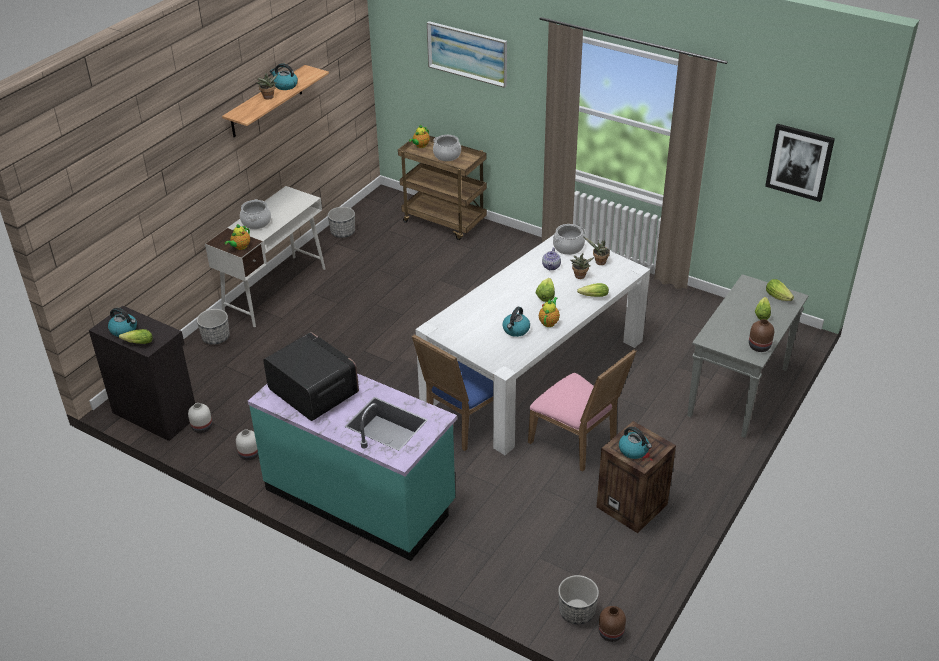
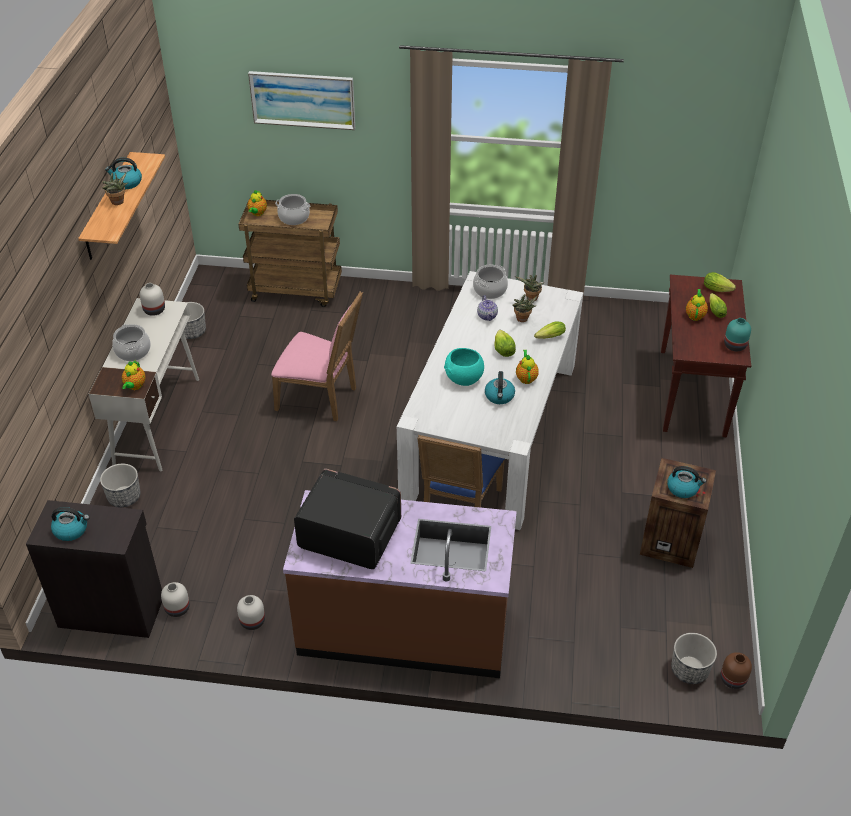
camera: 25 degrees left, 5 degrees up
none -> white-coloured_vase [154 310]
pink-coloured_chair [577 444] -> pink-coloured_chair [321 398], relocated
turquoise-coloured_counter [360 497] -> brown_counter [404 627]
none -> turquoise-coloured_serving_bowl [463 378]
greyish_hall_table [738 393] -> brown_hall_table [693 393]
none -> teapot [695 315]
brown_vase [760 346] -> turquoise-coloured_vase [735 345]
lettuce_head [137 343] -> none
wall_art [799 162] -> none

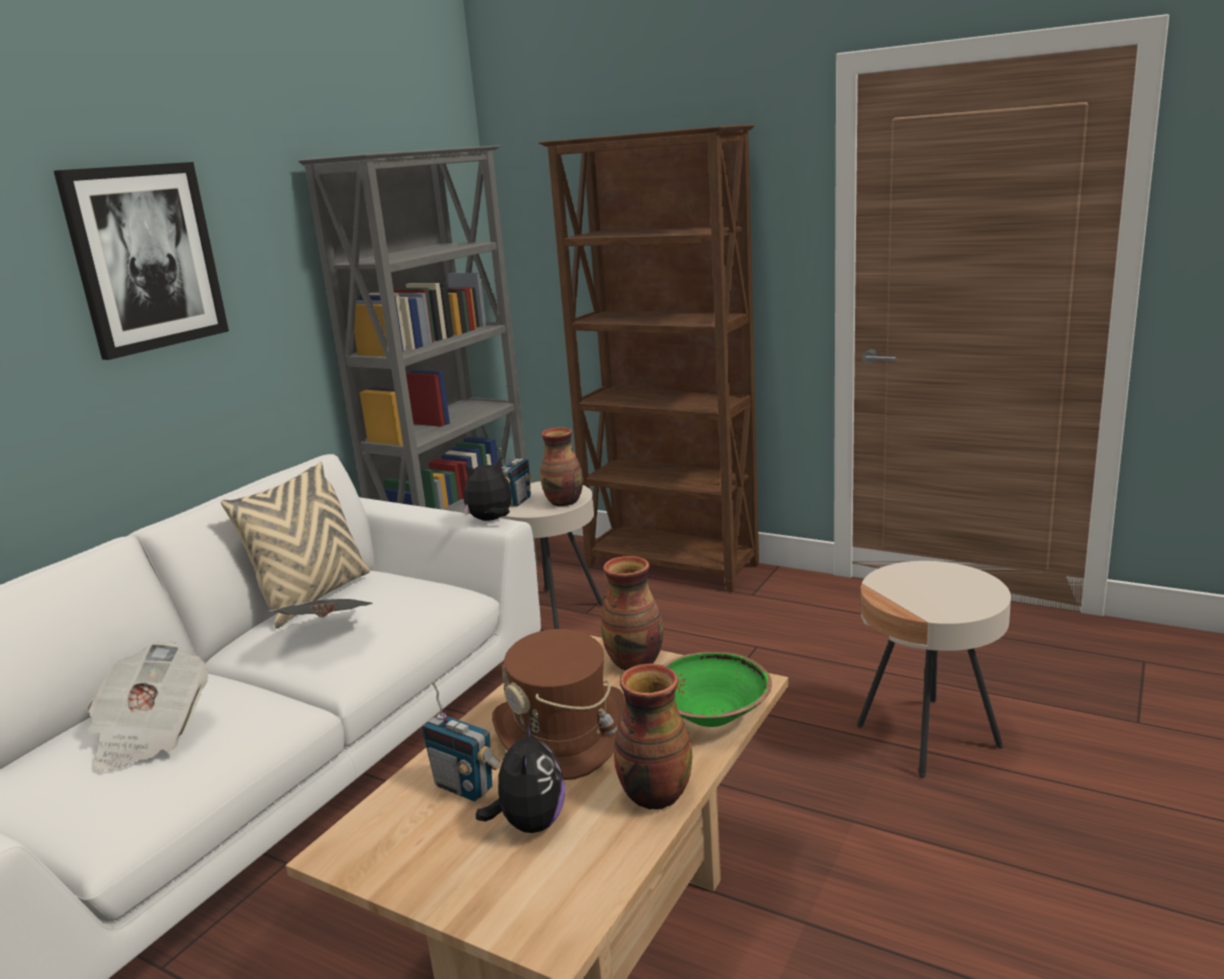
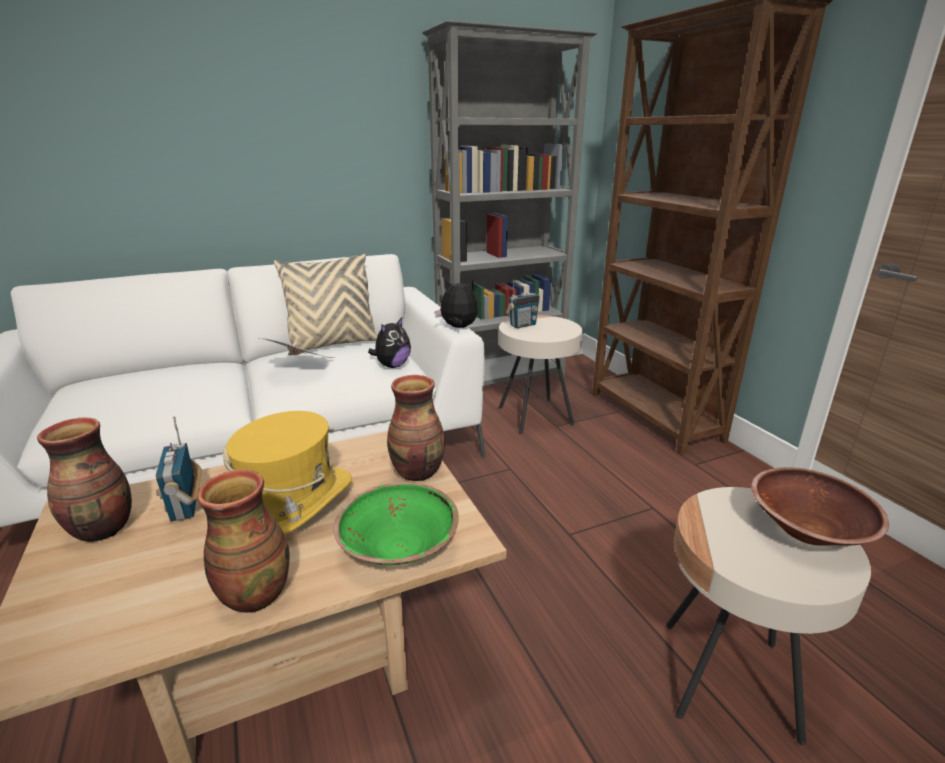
camera: 35 degrees right, 5 degrees up
vase [565 502] -> vase [103 529], relocated
brown_hat [563 734] -> yellow_hat [290 502]
plush_toy [530 823] -> plush_toy [392 365], relocated
none -> brown_serving_bowl [807 530]
wall_art [145 258] -> none
newspaper [150 733] -> none

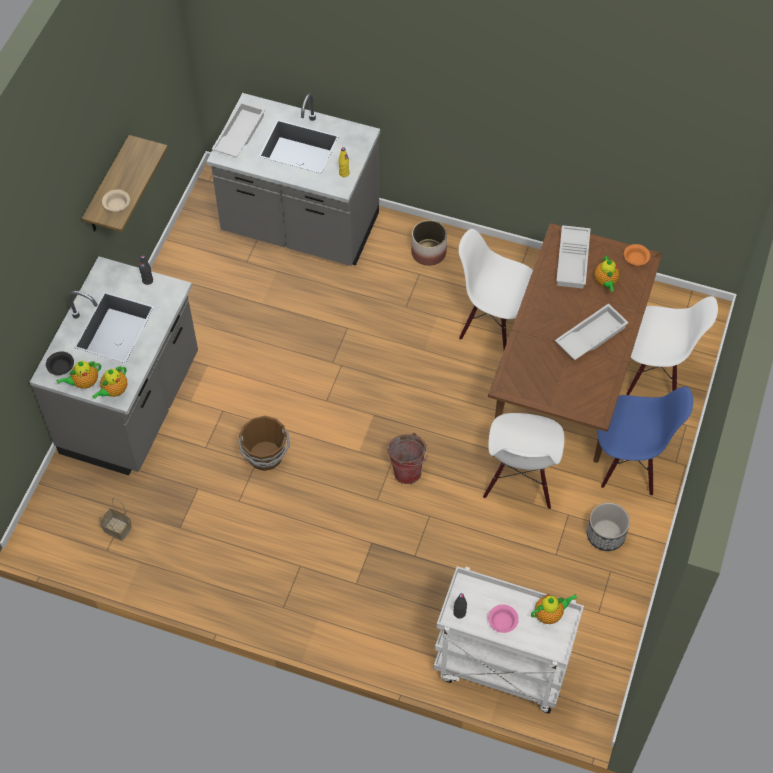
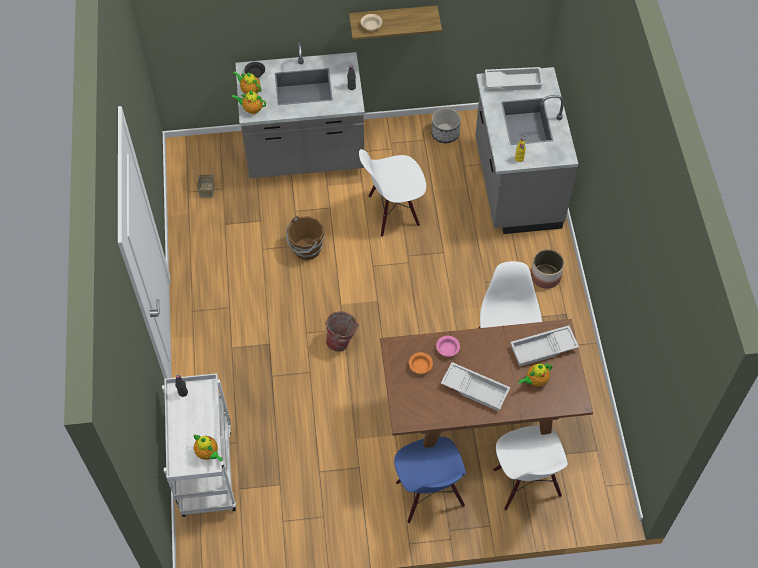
camera: 65 degrees right, 0 degrees up
white-coloured_chair [520 481] -> white-coloured_chair [393 212], relocated
orange-coloured_serving_bowl [636 259] -> orange-coloured_serving_bowl [420 366], relocated
planter [605 534] -> planter [445 133], relocated
pink-coloured_serving_bowl [503 622] -> pink-coloured_serving_bowl [447 349], relocated

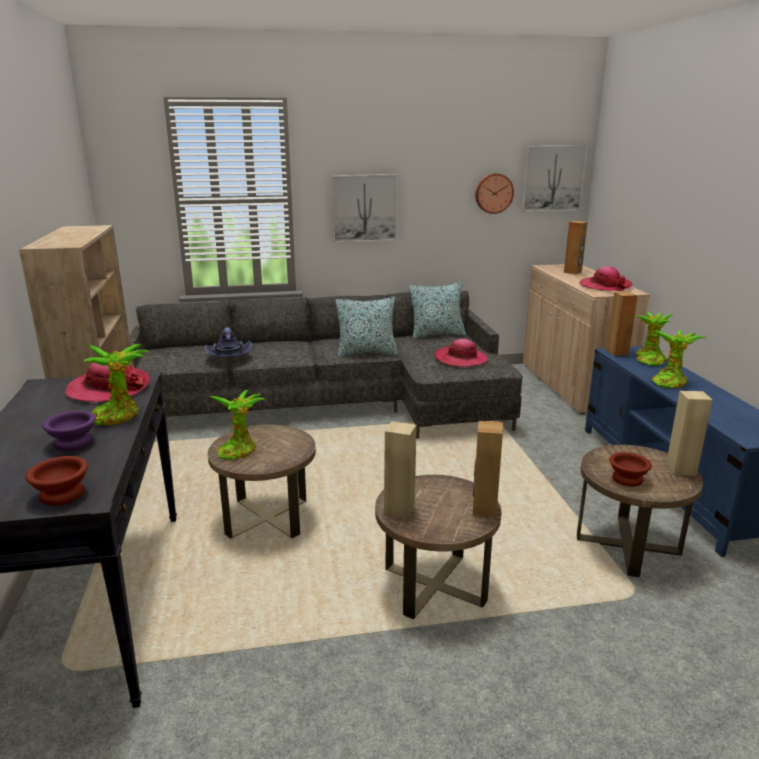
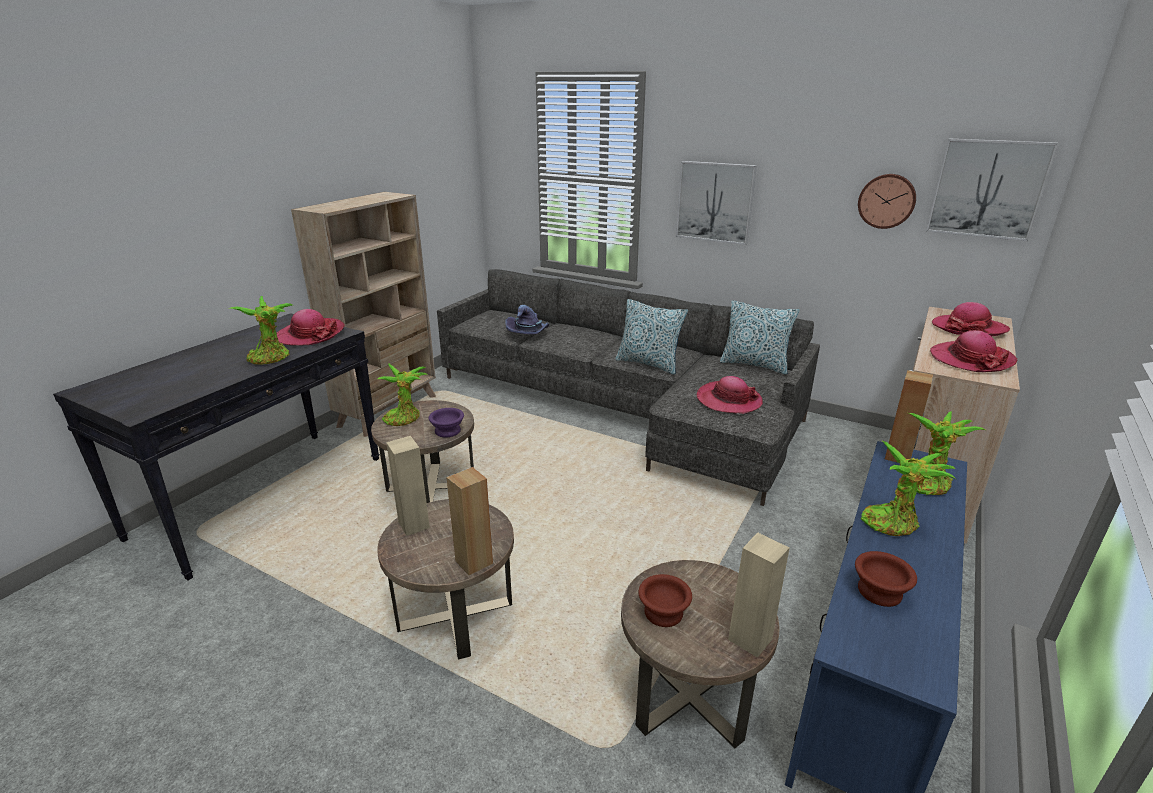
camera: 40 degrees right, 5 degrees up
purple_serving_bowl [71 443] -> purple_serving_bowl [446 431], relocated
brown_serving_bowl [63 495] -> brown_serving_bowl [881 593], relocated
brown_audio_speaker [573 272] -> hat [968 328]

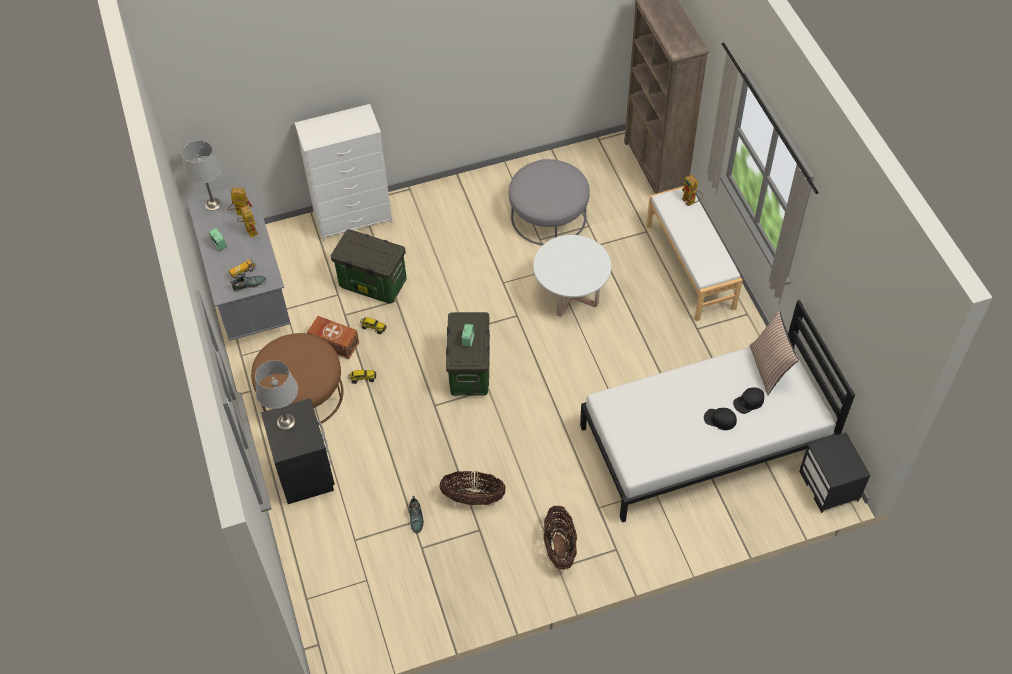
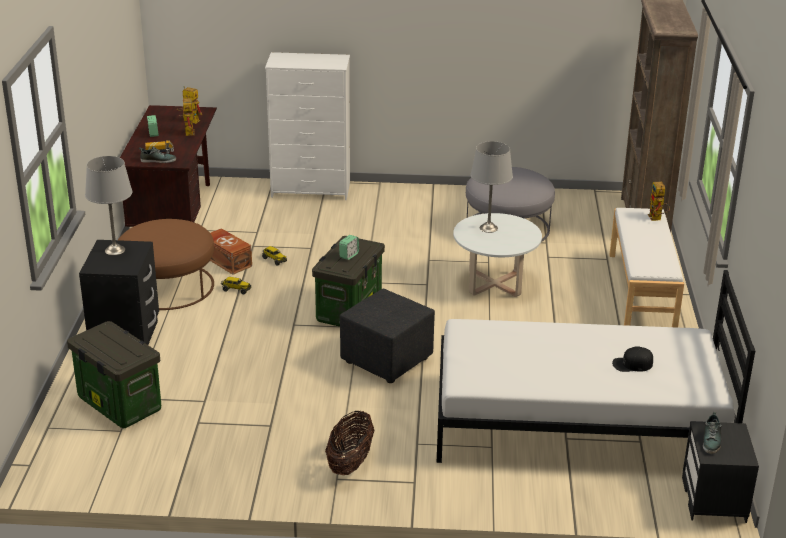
camera: 20 degrees right, 25 degrees down
storage_bin [372 284] -> storage_bin [118 404], relocated
greyish_desk_table [248 293] -> brown_desk_table [174 213]
none -> black-coloured_footrest [387 360]
greyish_lamp_for_a_table [213 204] -> greyish_lamp_for_a_table [488 228], relocated
item_of_footwear [416 517] -> item_of_footwear [711 440], relocated
storage_basket [473 497] -> none
black-coloured_baseball_cap [719 419] -> none
cushion [769 368] -> none

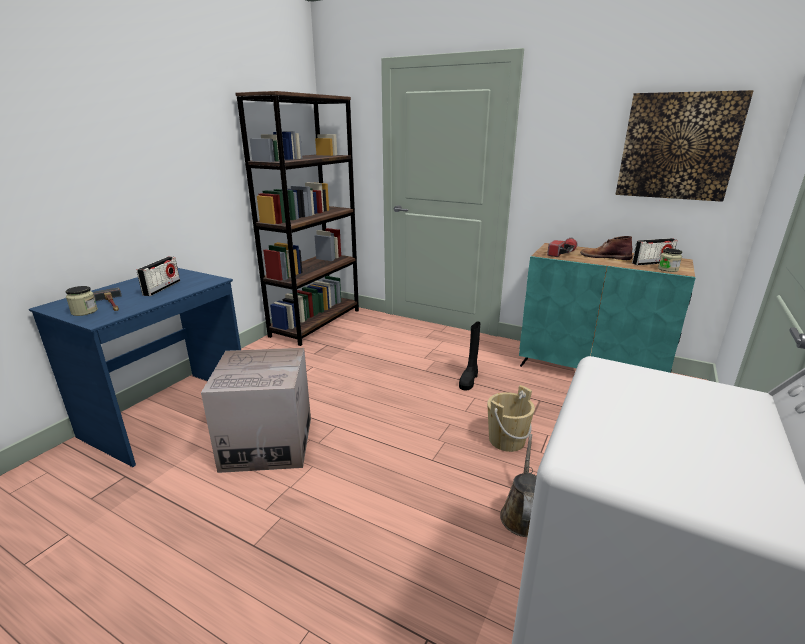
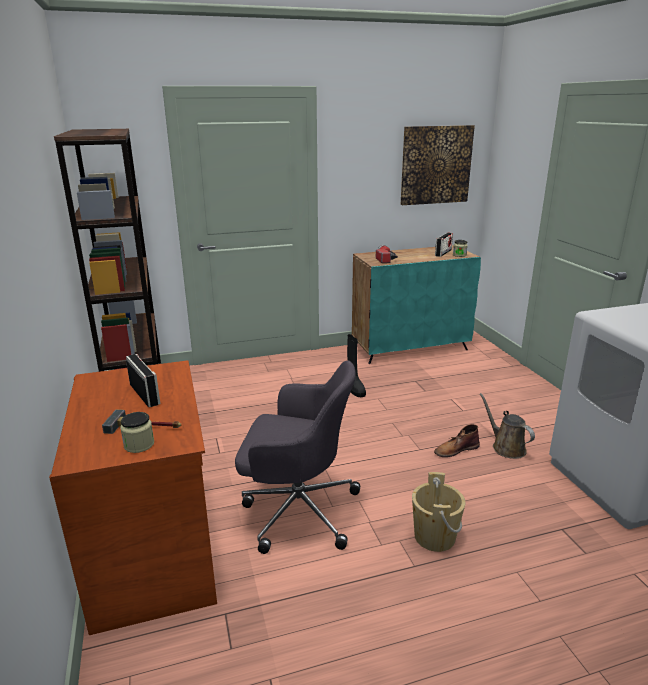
camera: 45 degrees left, 0 degrees up
blue-coloured_desk_table [169 414] -> brown_desk_table [155 550]
packing_box [268 443] -> greyish_computer_chair [297 509]
beige_water_bucket [506 440] -> beige_water_bucket [434 537], relocated
brown_tall_boot [604 257] -> brown_tall_boot [456 449], relocated

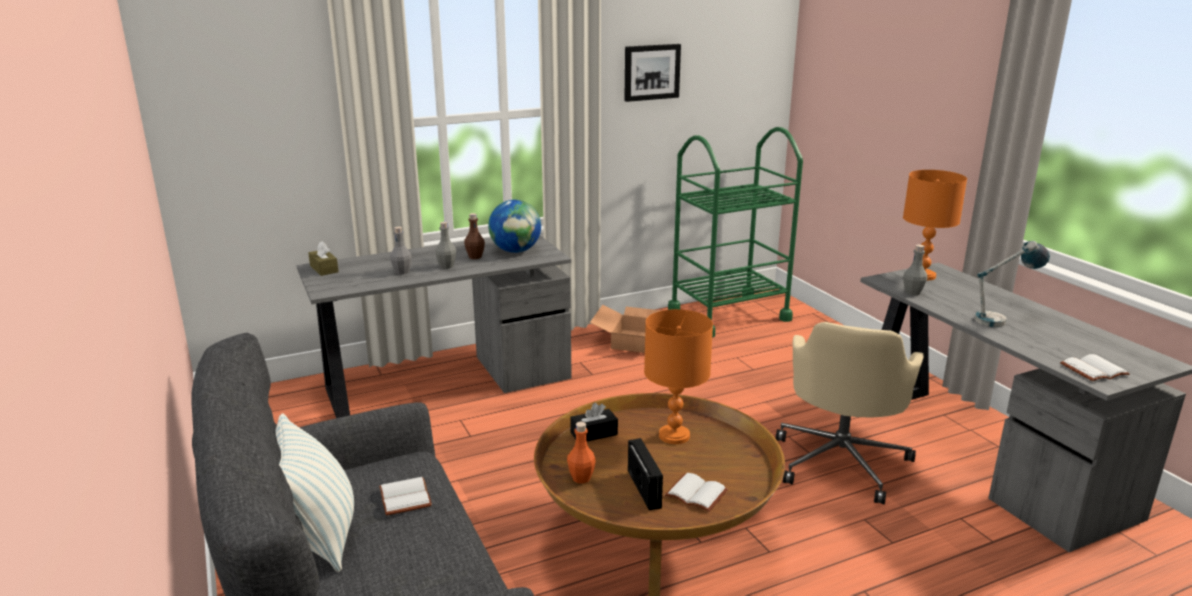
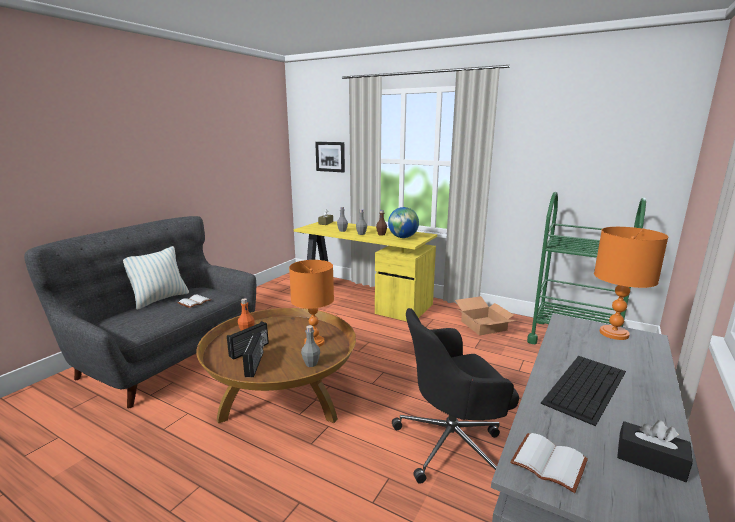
camera: 55 degrees right, 5 degrees down
white-coloured_bound_book [694 494] -> radio_set [255 364]
greyish_desk_table [444 383] -> yellow_desk_table [364 299]
greyish_beverage_bottle [912 292] -> greyish_beverage_bottle [311 364], relocated
wall_art [651 72] -> wall_art [330 156], relocated
beige_computer_chair [841 461] -> black-coloured_computer_chair [452 444]
lamp_for_a_table [1001 320] -> computer_keyboard [585 386]
black-coloured_tissue_holder [594 433] -> black-coloured_tissue_holder [650 460], relocated

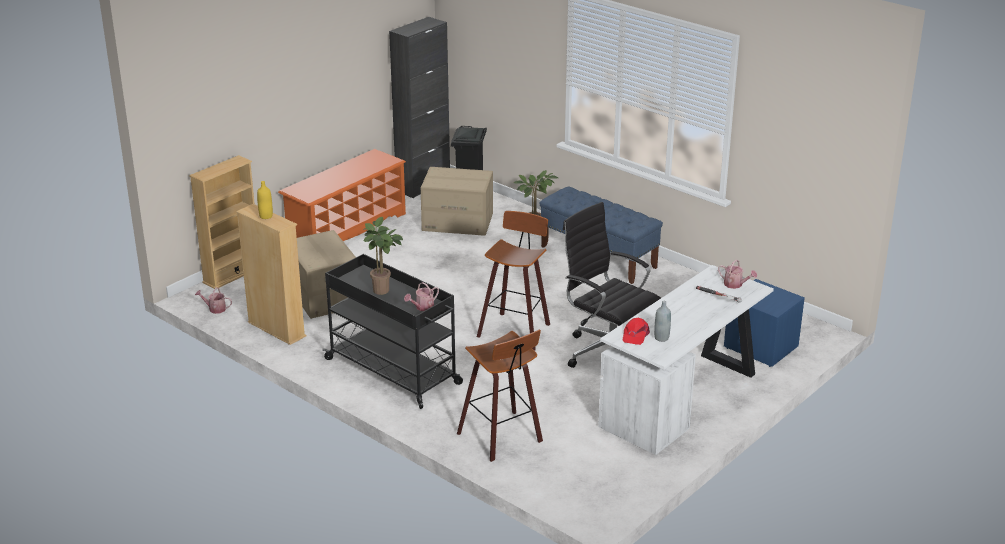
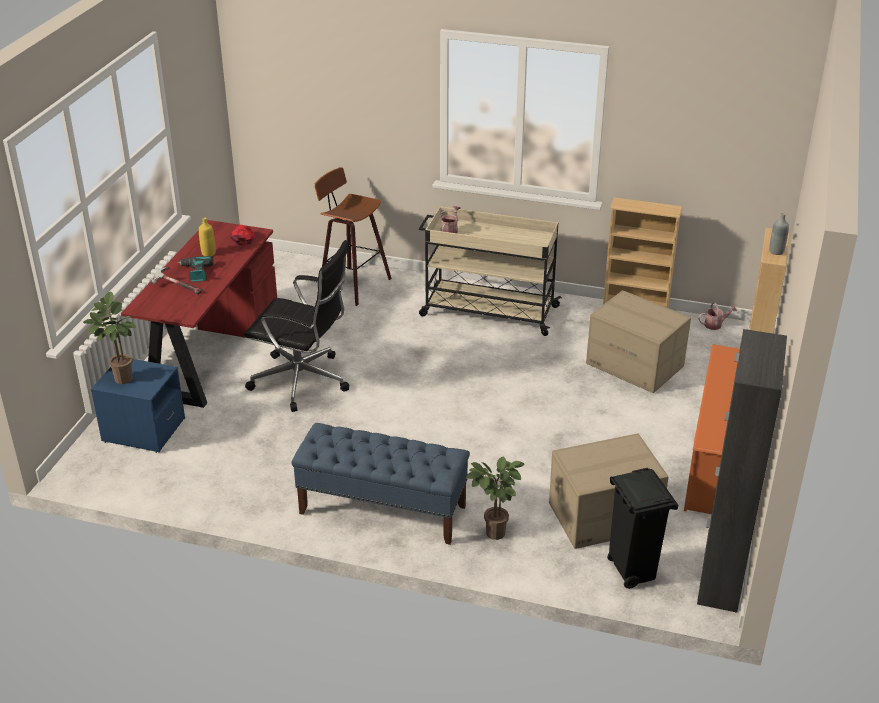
camera: 155 degrees right, 5 degrees up
potted_plant [383 291] -> potted_plant [120 378], relocated
white-coloured_desk_table [683 399] -> red-coloured_desk_table [211 353]
none -> power_drill [195 273]
yellow_beverage_bottle [266 216] -> yellow_beverage_bottle [208 253], relocated
black-coloured_wheeled_cart [394 372] -> beige_wheeled_cart [487 311]
greyish_beverage_bottle [661 338] -> greyish_beverage_bottle [776 251], relocated
sitting_stool [516 329] -> none
sprinkling_can [735 285] -> none

